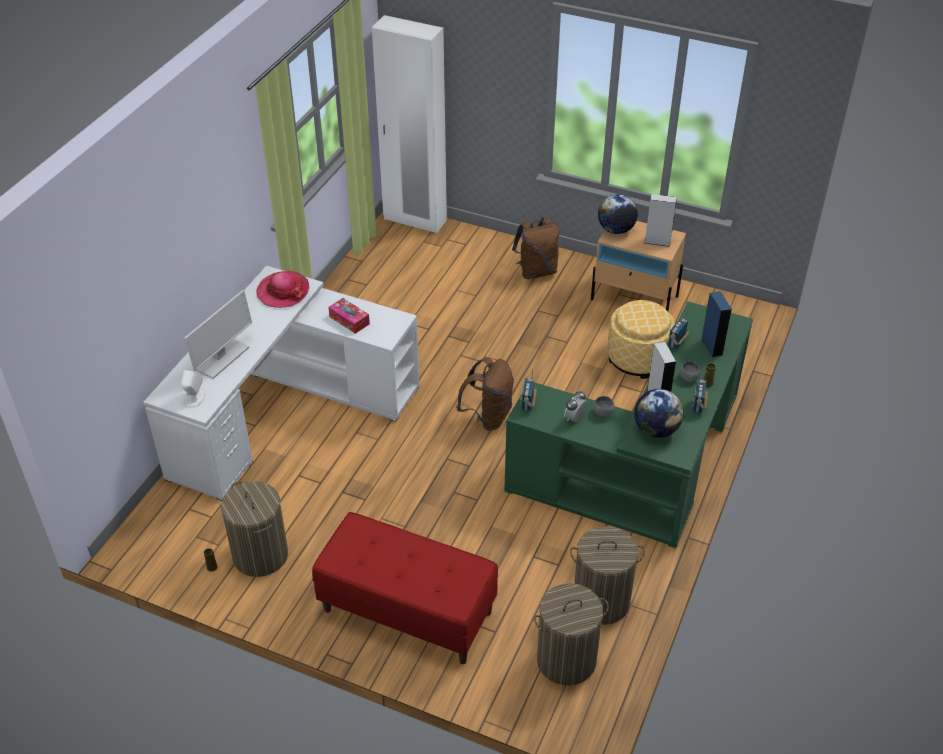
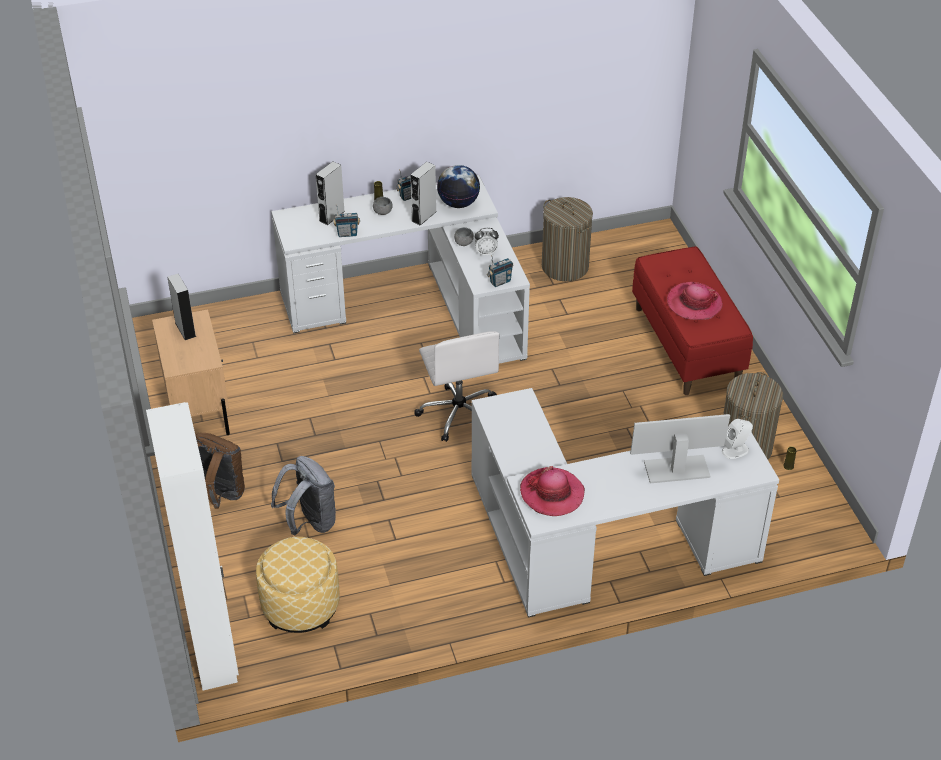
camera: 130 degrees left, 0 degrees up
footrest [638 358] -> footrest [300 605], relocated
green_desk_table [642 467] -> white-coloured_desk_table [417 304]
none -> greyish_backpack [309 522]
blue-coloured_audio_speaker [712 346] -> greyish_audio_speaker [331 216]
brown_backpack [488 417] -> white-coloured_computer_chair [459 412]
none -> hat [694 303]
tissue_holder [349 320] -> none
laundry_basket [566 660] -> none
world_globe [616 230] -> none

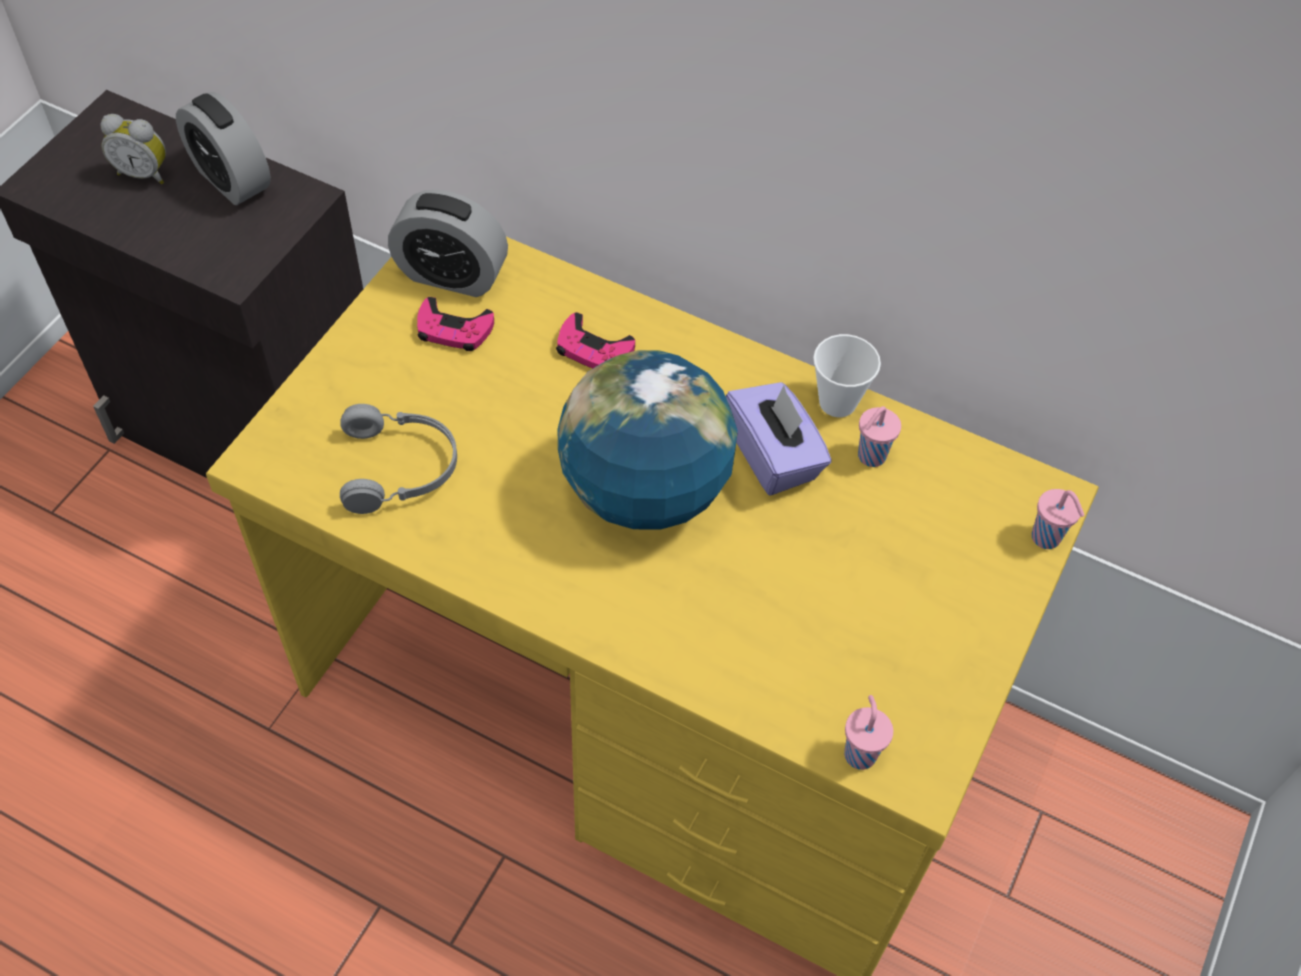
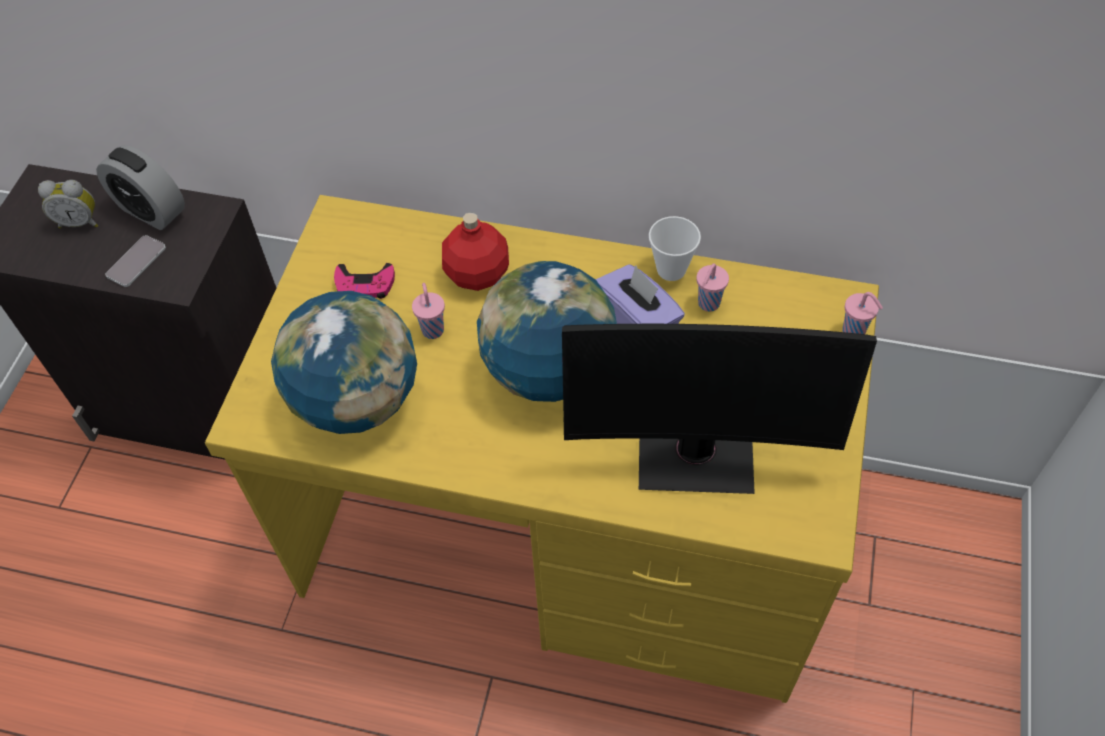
camera: 10 degrees left, 0 degrees up
none -> phone [136 262]
greyish_headphones [401 468] -> world_globe [357 400]
pink-coloured_small_cup [860 753] -> pink-coloured_small_cup [432 329], relocated
pink-coloured_game_controller [593 349] -> red-coloured_beverage_bottle [476 274]
none -> monitor [696 454]
alarm_clock [451 275] -> none

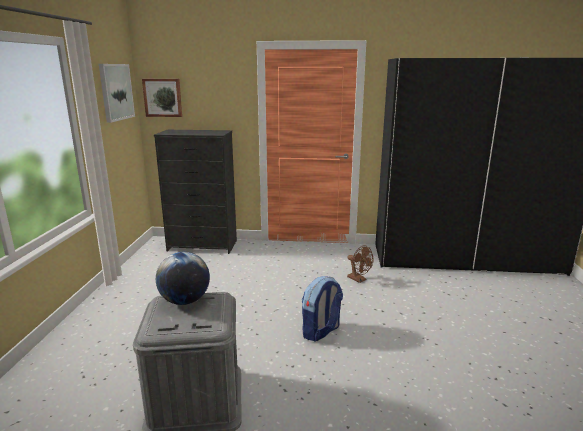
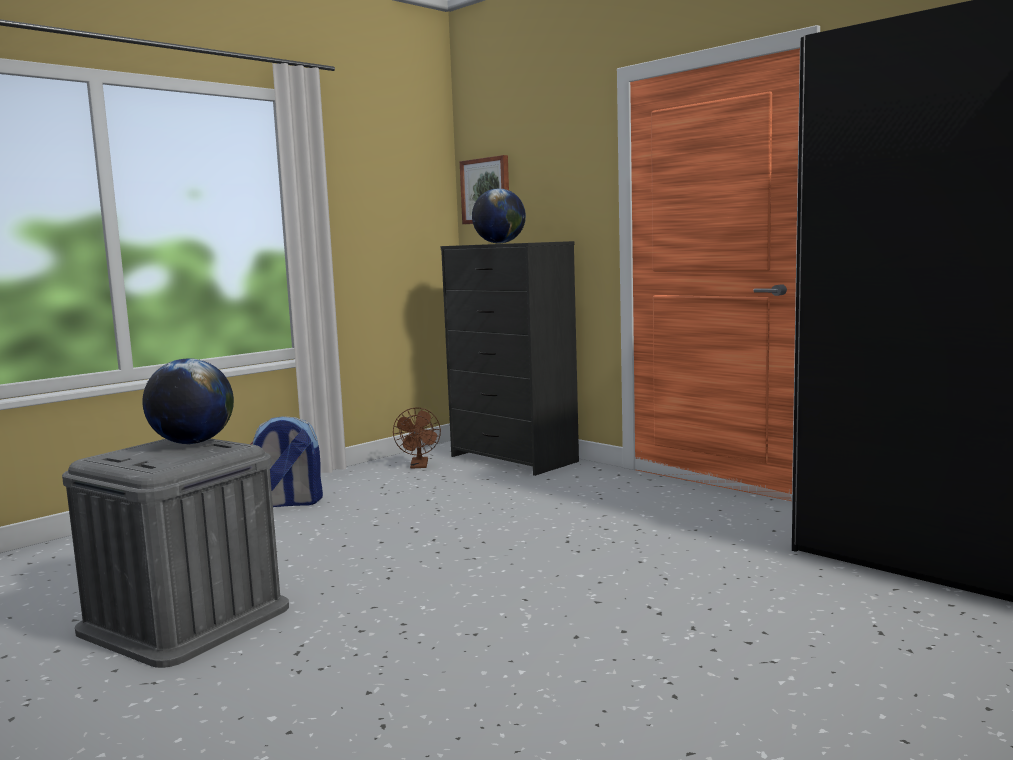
camera: 40 degrees right, 10 degrees down
backpack [321 332] -> backpack [288 503], relocated
brown_fan [359 279] -> brown_fan [419 466], relocated
none -> world_globe [499 243]
wall_art [116 92] -> none

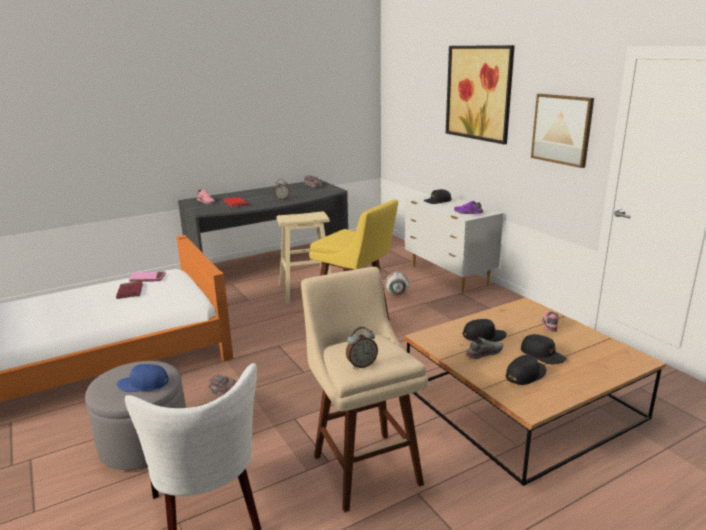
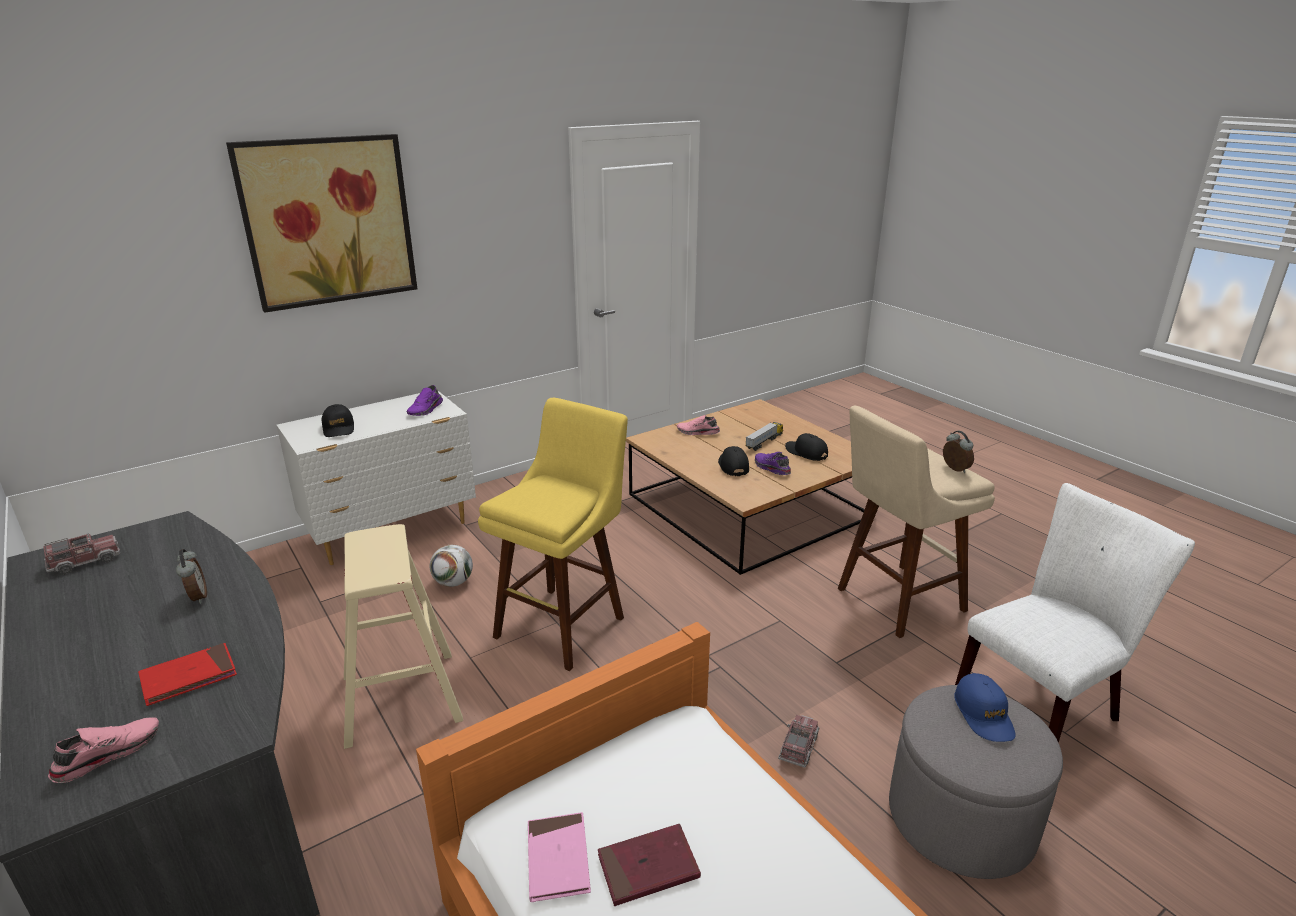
camera: 95 degrees left, 5 degrees up
black-coloured_baseball_cap [542 355] -> toy_truck [764 442]
greyish_item_of_footwear [483 353] -> purple_item_of_footwear [771 468]
wall_art [562 129] -> none

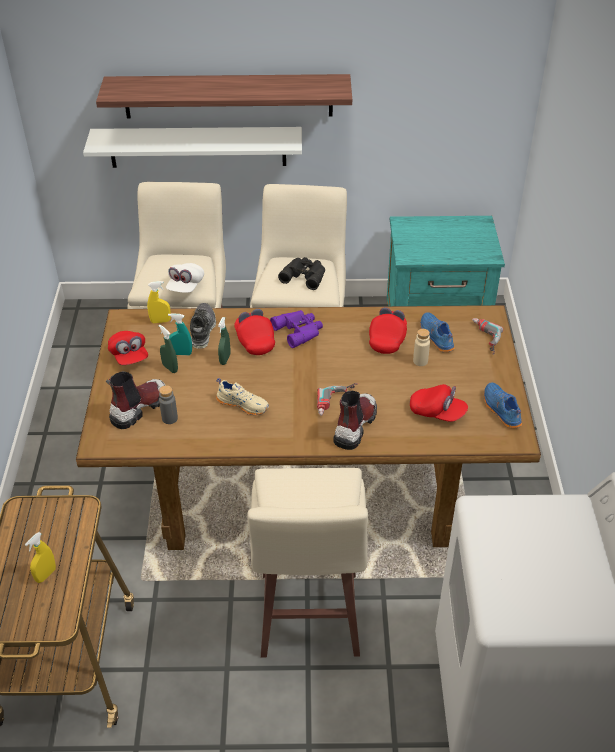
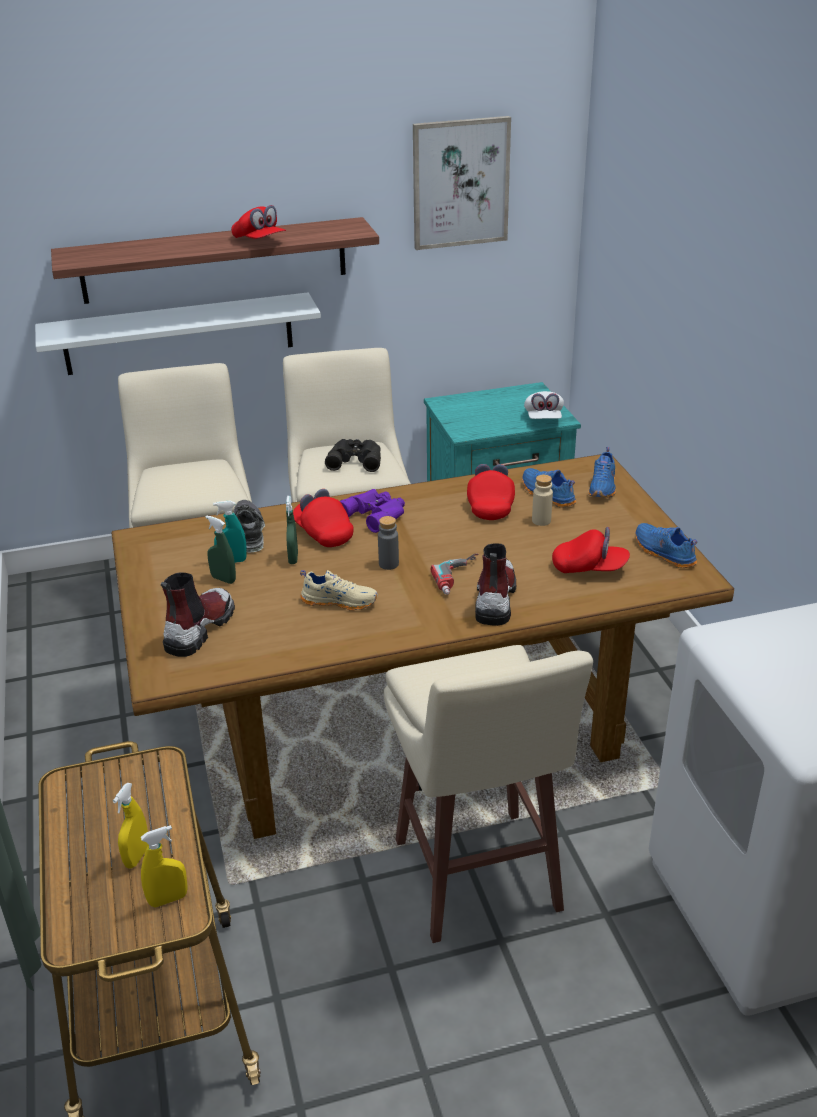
camera: 15 degrees left, 10 degrees down
yellow_hand_sprayer [160 321] -> yellow_hand_sprayer [168 899], relocated
red-coloured_baseball_cap [129 356] -> red-coloured_baseball_cap [259 241], relocated
greyish_beverage_bottle [170 418] -> greyish_beverage_bottle [388 564], relocated
none -> wall_art [460 183]
white-coloured_baseball_cap [185 286] -> white-coloured_baseball_cap [543 419], relocated
power_drill [482 338] -> blue-coloured_item_of_footwear [603 487]

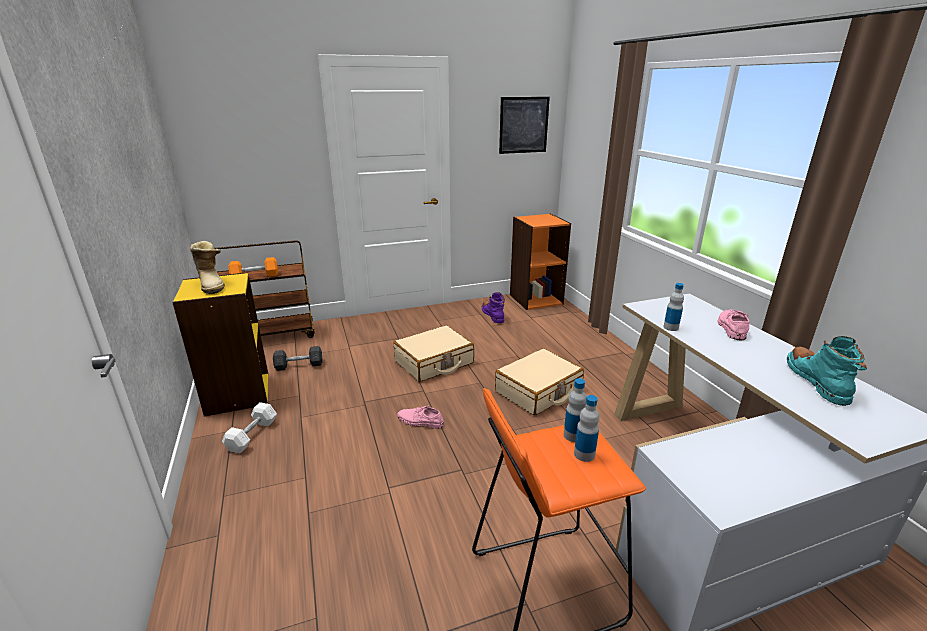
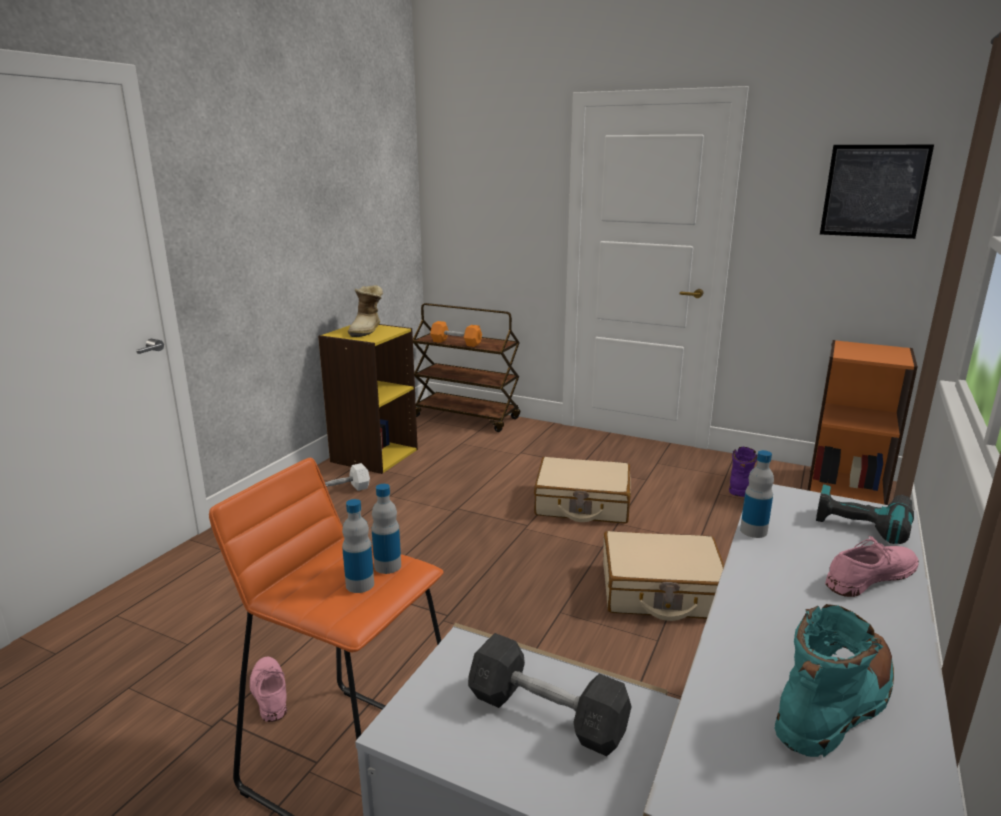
camera: 45 degrees right, 5 degrees down
pink-coloured_item_of_footwear [420 421] -> pink-coloured_item_of_footwear [269 691], relocated
greyish_dumbbell [299 365] -> greyish_dumbbell [547 714], relocated
none -> power_drill [863 522]

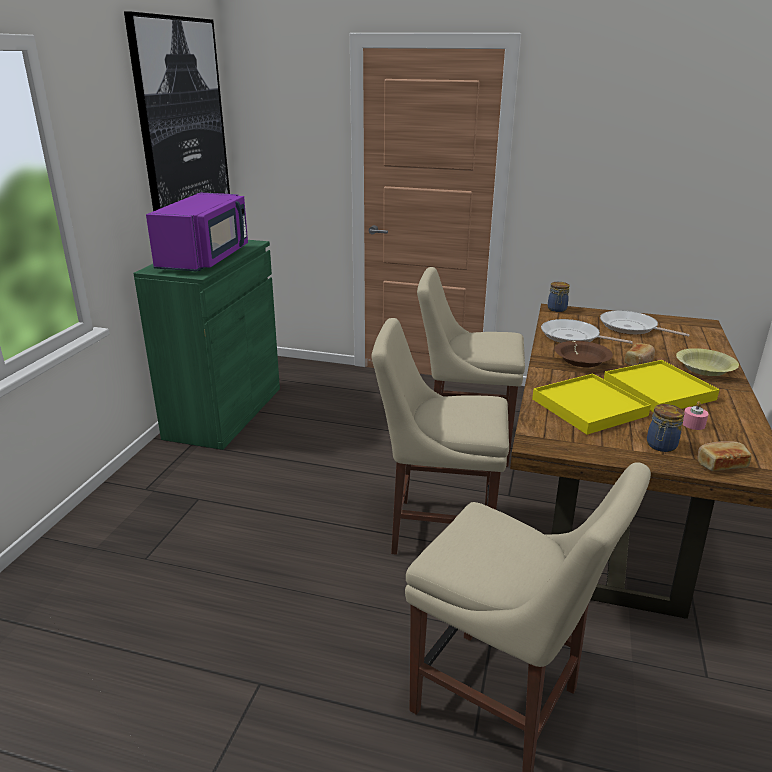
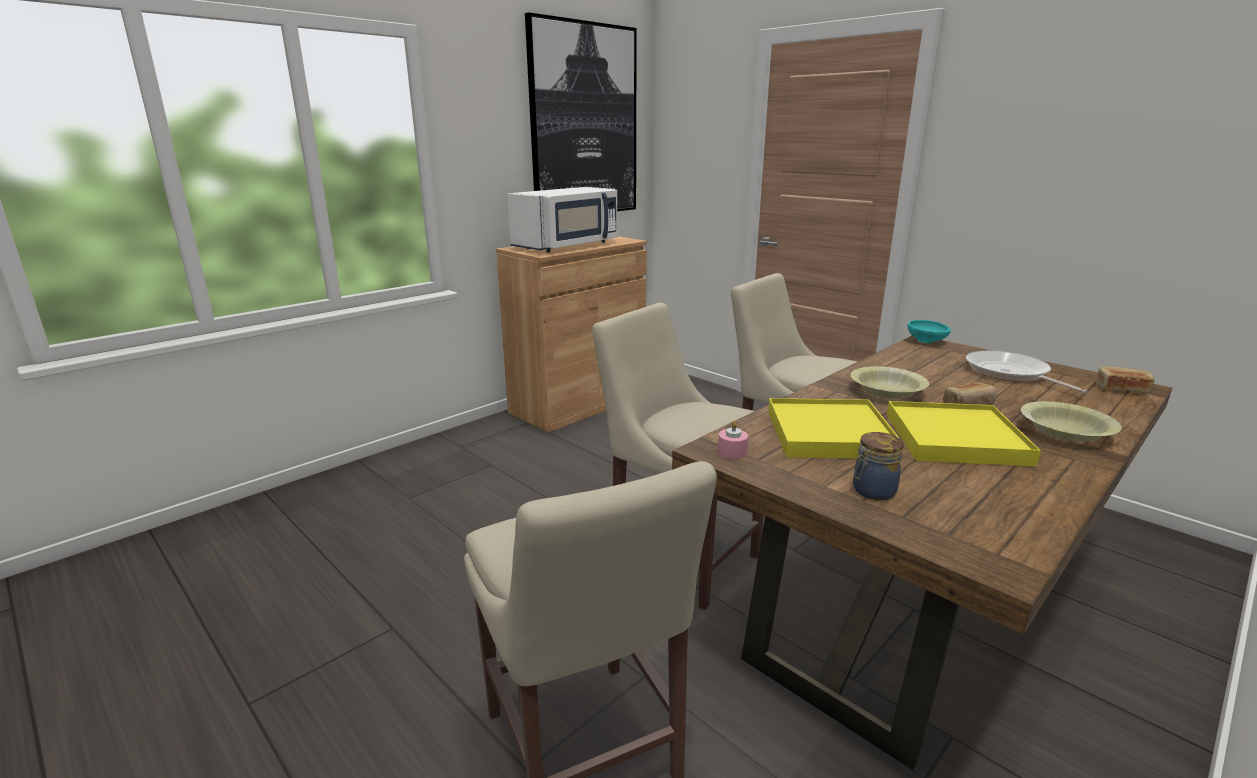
camera: 30 degrees right, 5 degrees down
green_cabinet [224 412] -> brown_cabinet [578 404]
purple_kitchen_microwave [206 259] -> white-coloured_kitchen_microwave [568 246]
pink-coloured_wax_light [693 424] -> pink-coloured_wax_light [732 452], relocated
brown_serving_bowl [582 361] -> yellow_serving_bowl [887 391]
storage_jar [557 309] -> turquoise-coloured_serving_bowl [927 342]
bakery_bread [720 464] -> bakery_bread [1121 389], relocated
pan [573 337] -> none

